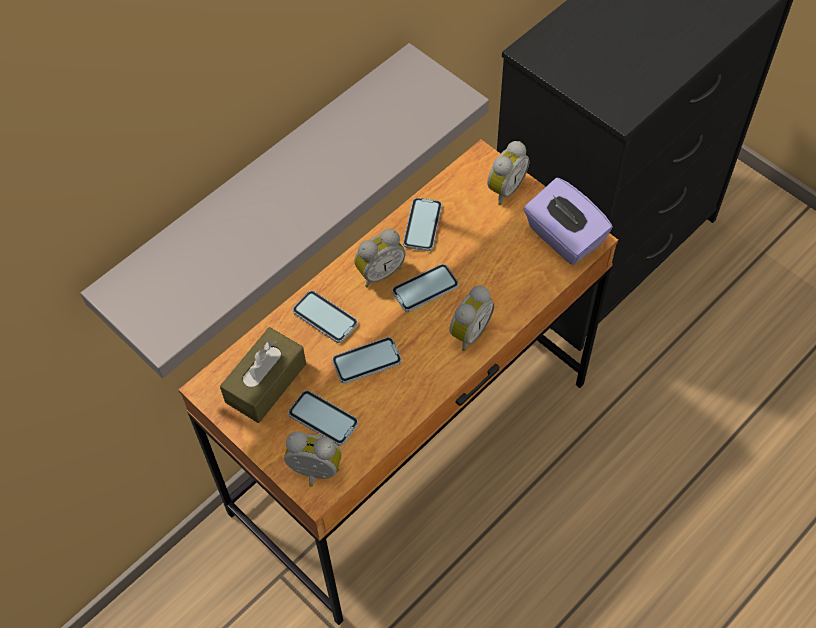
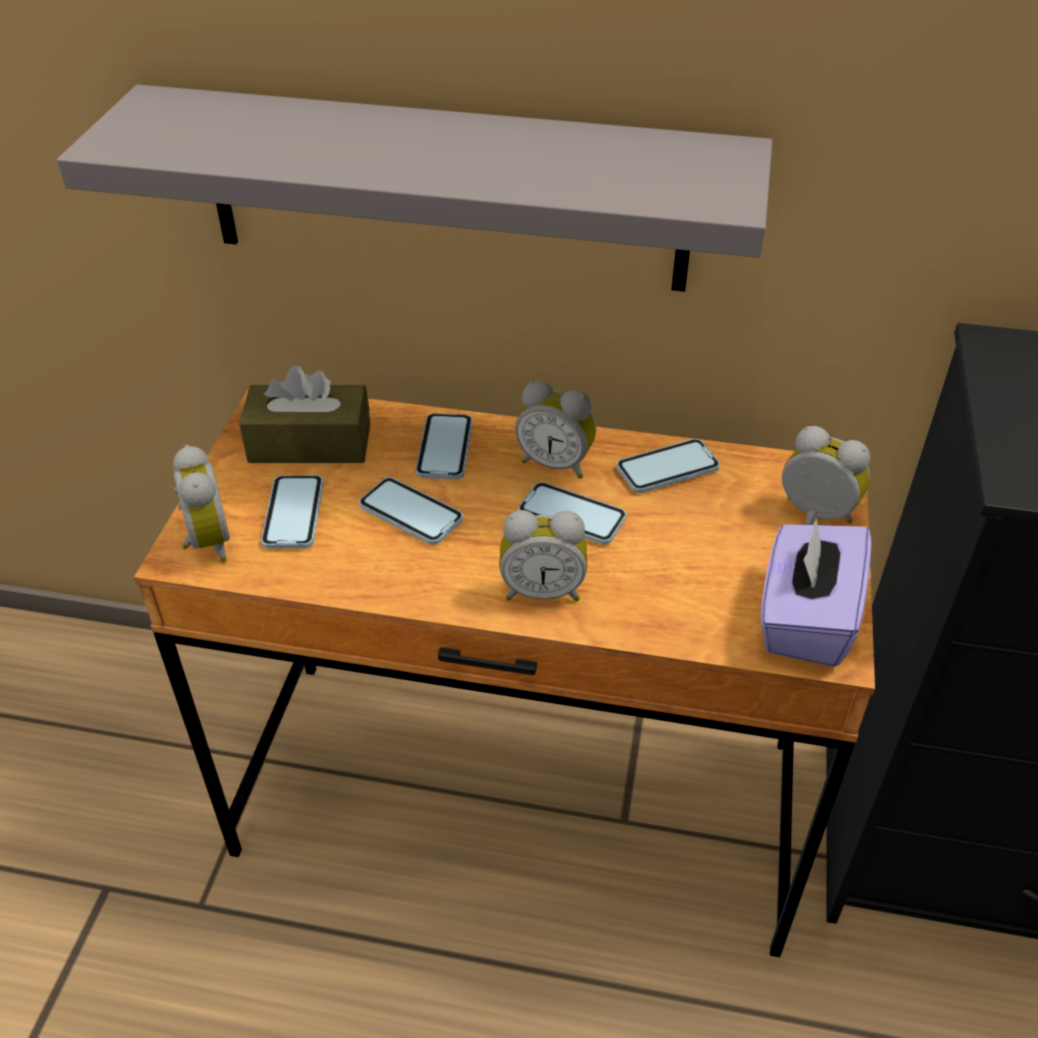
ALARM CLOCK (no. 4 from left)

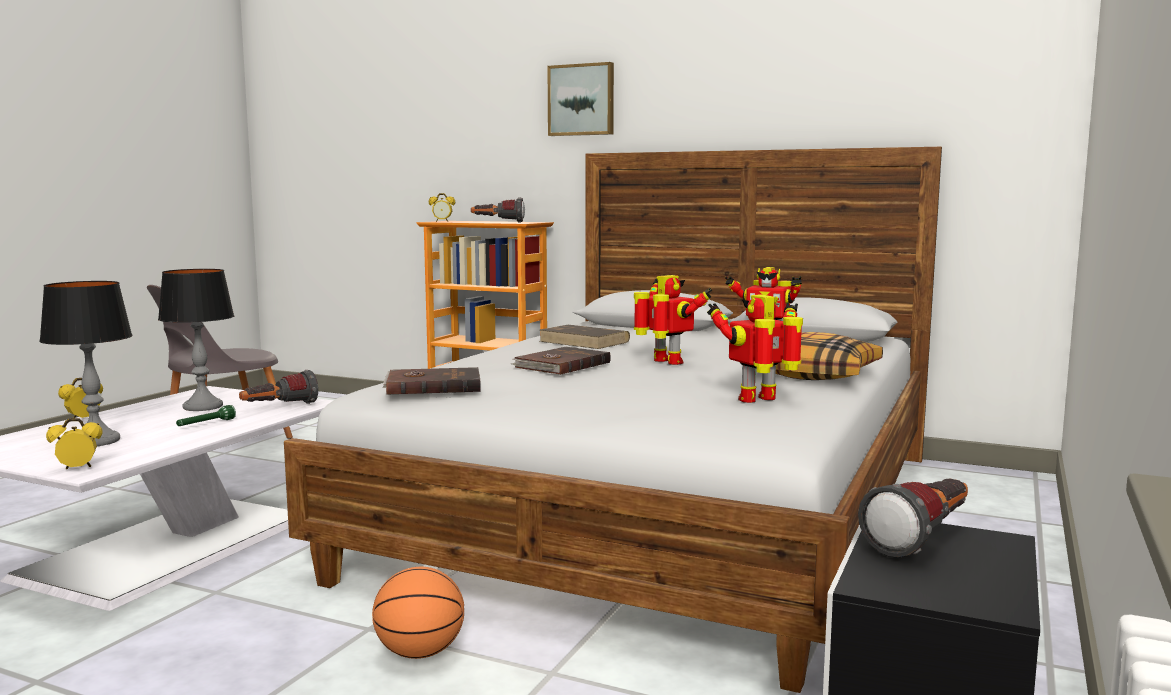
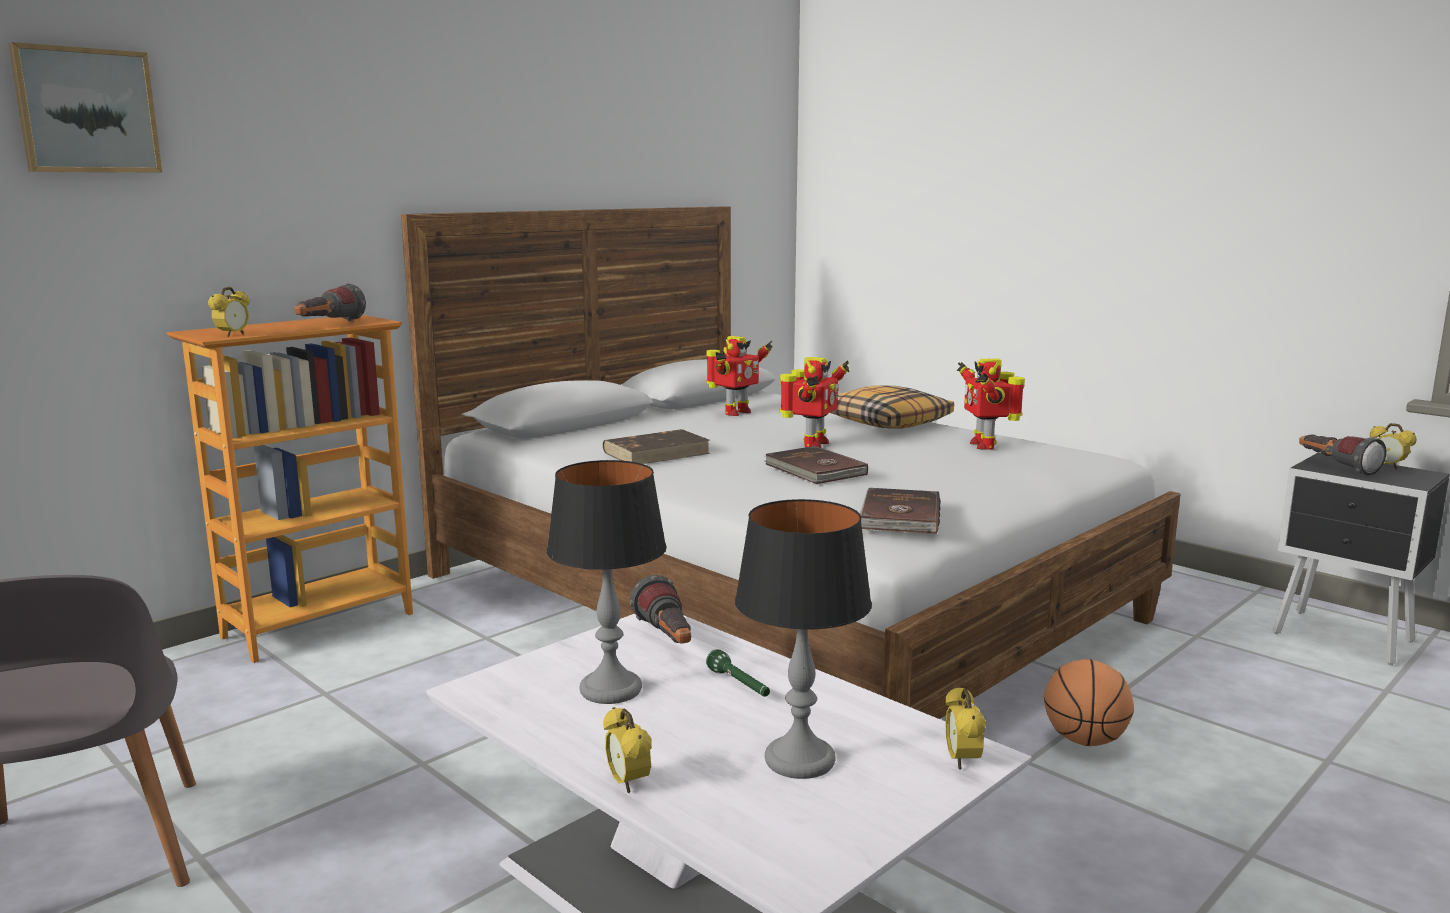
PICTURE
TOY ROBOT (no. 2 from left)
ALARM CLOCK (no. 4 from left)

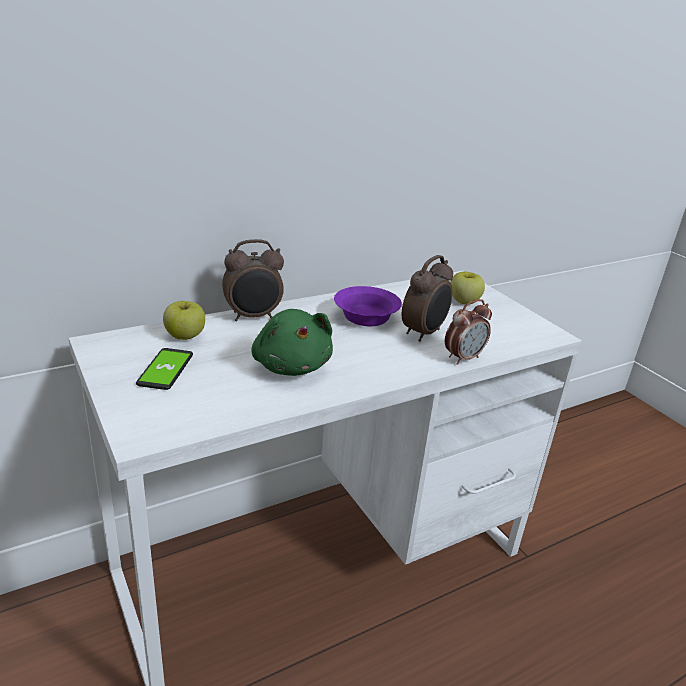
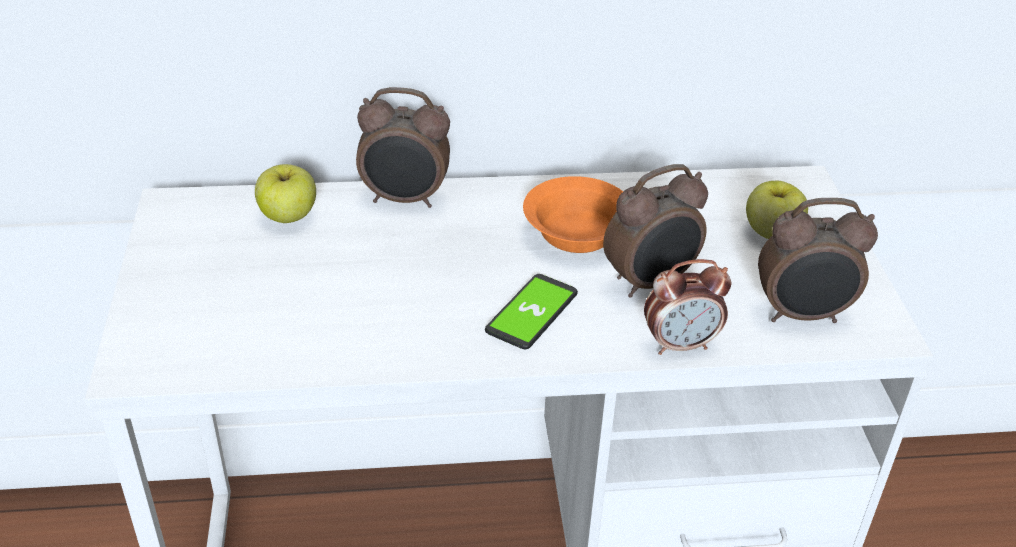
PHONE
ORANGE BOWL
ALARM CLOCK (no. 4 from left)
GREEN PLUSH TOY

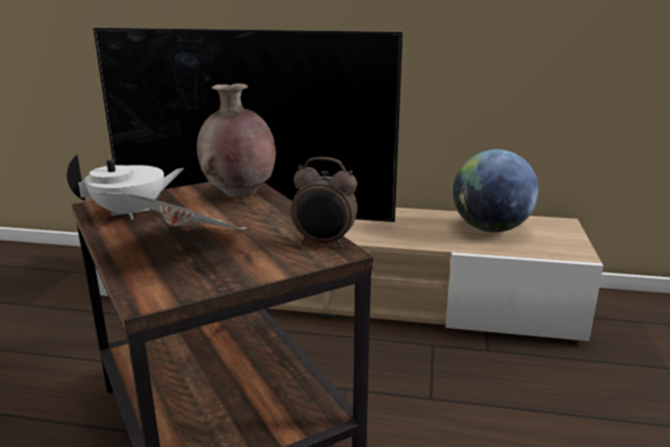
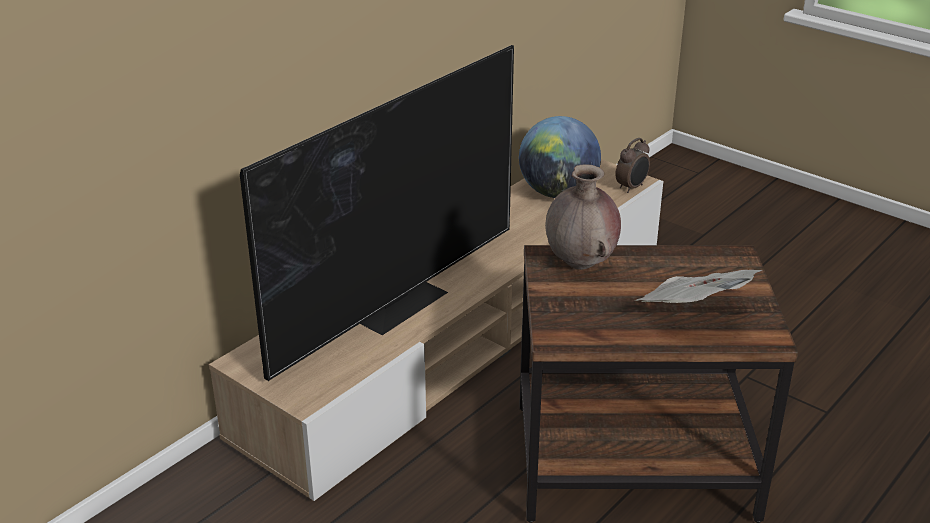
ALARM CLOCK
WHITE TEAPOT

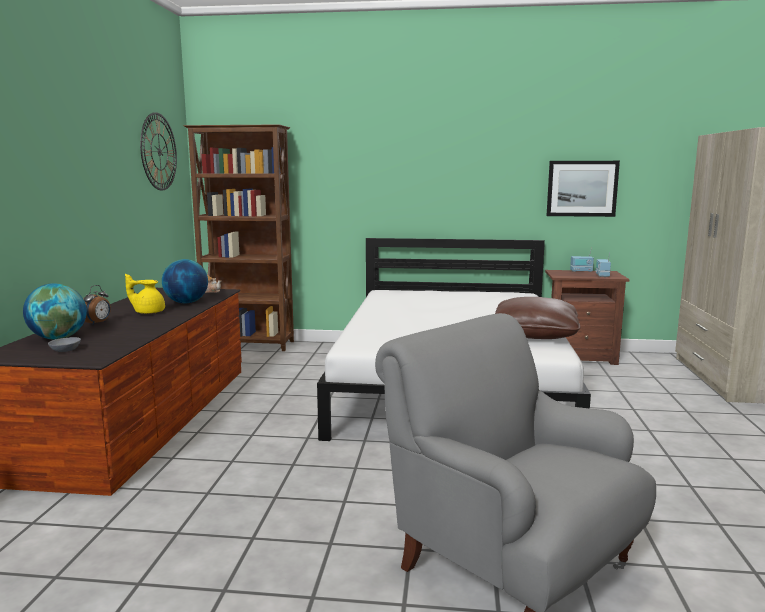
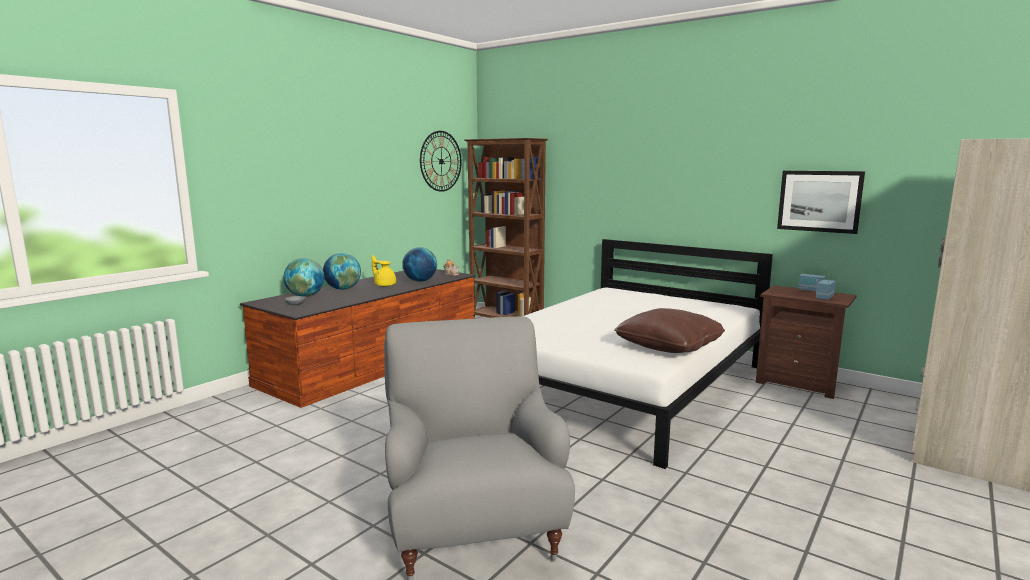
GLOBE (no. 2 from left)

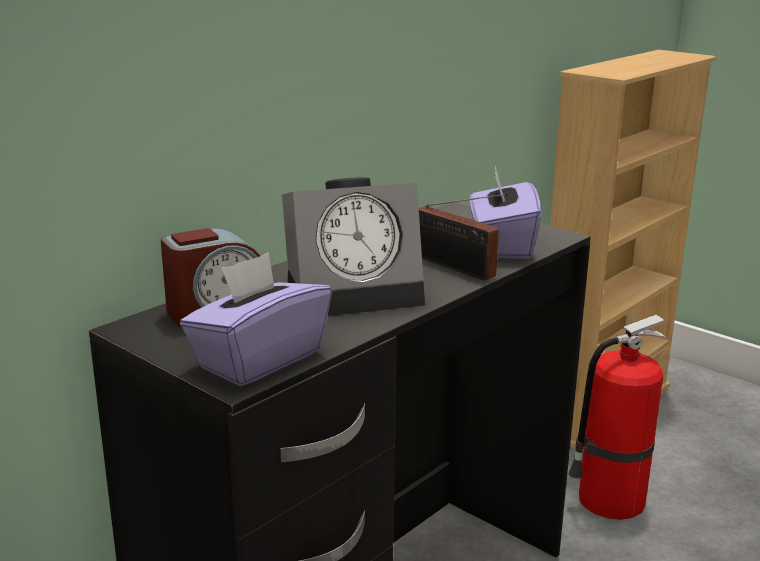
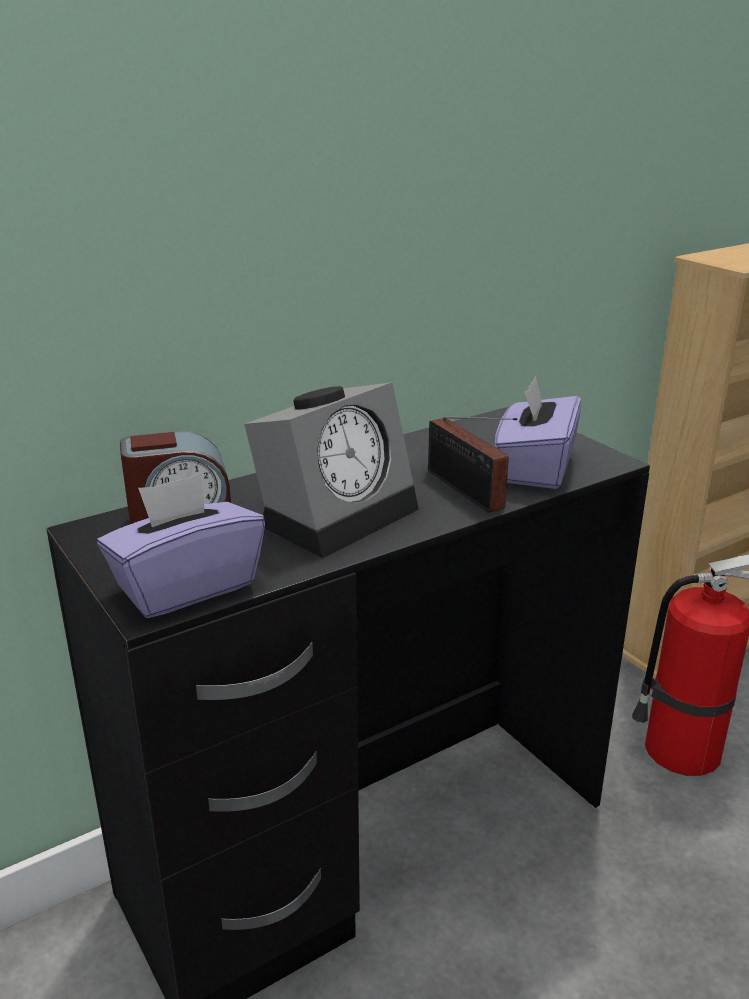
ALARM CLOCK (no. 2 from left)

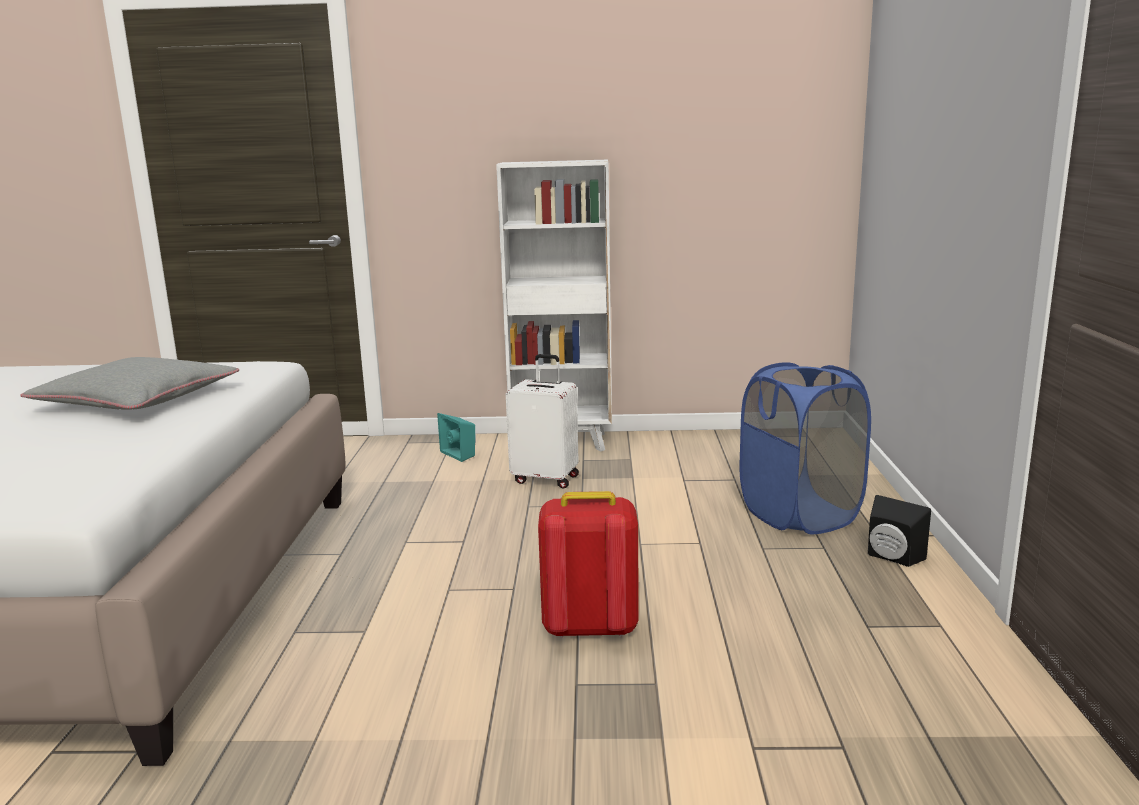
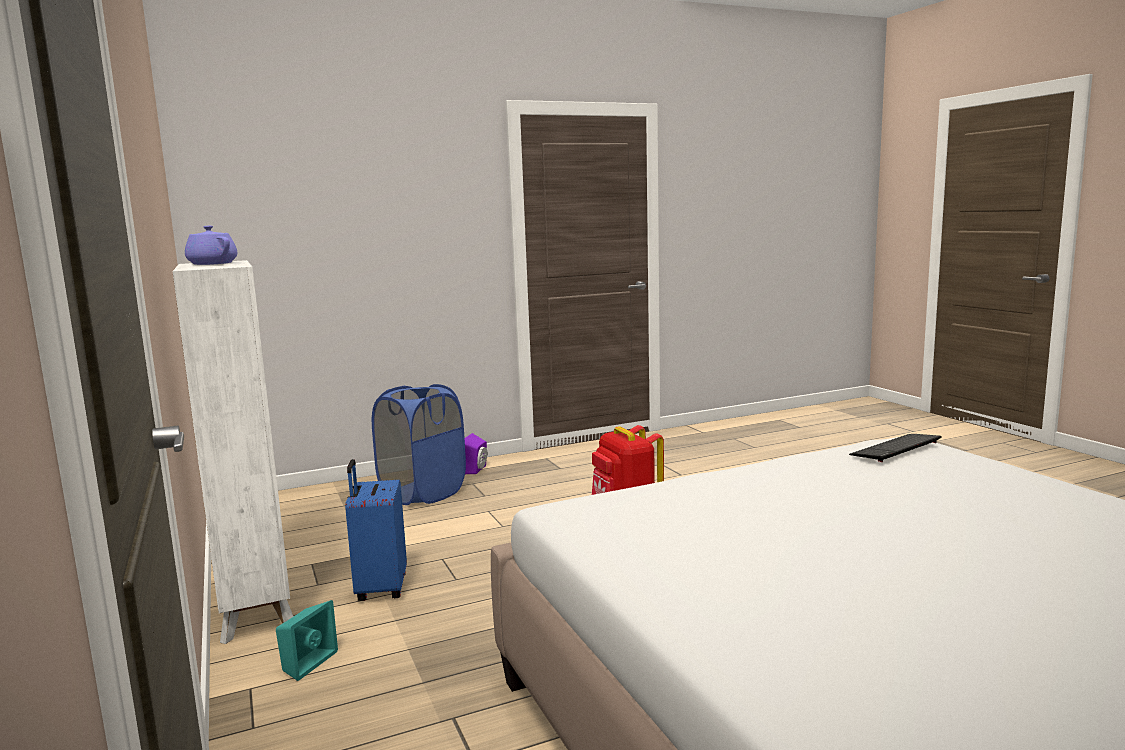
PURPLE TEAPOT
BLUE SUITCASE
PURPLE SPEAKER
KEYBOARD
GREY PILLOW

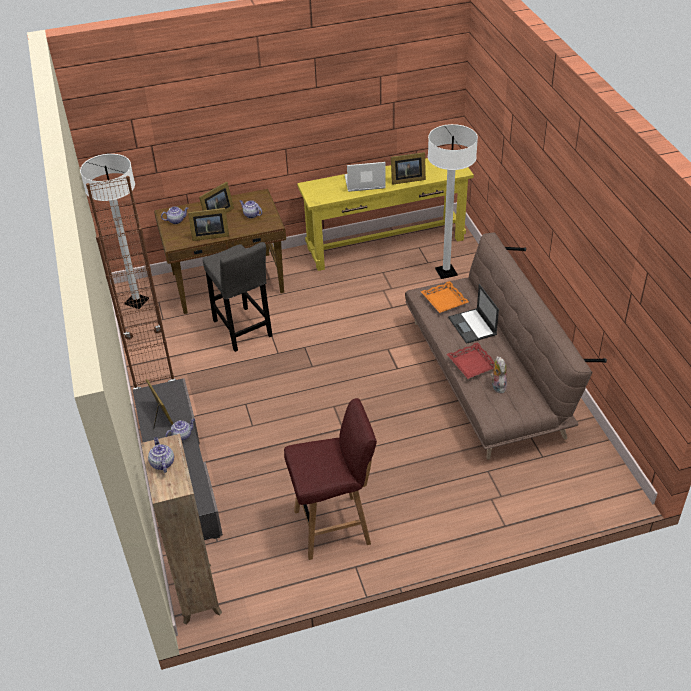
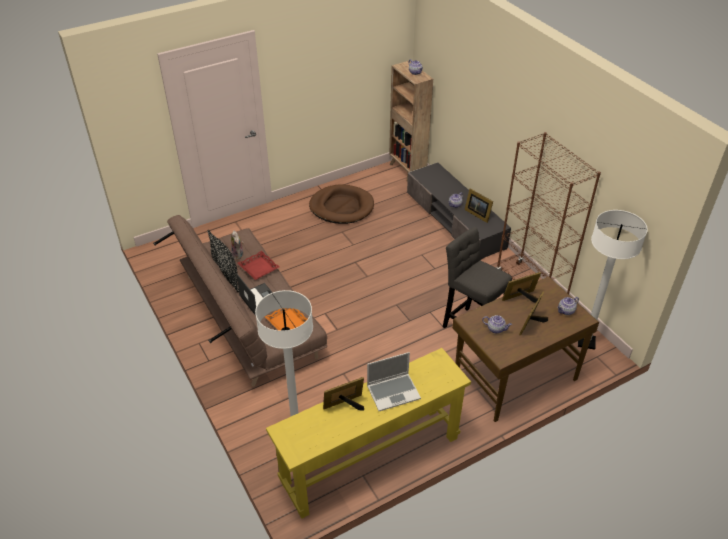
BLACK PILLOW
BROWN DOG BED

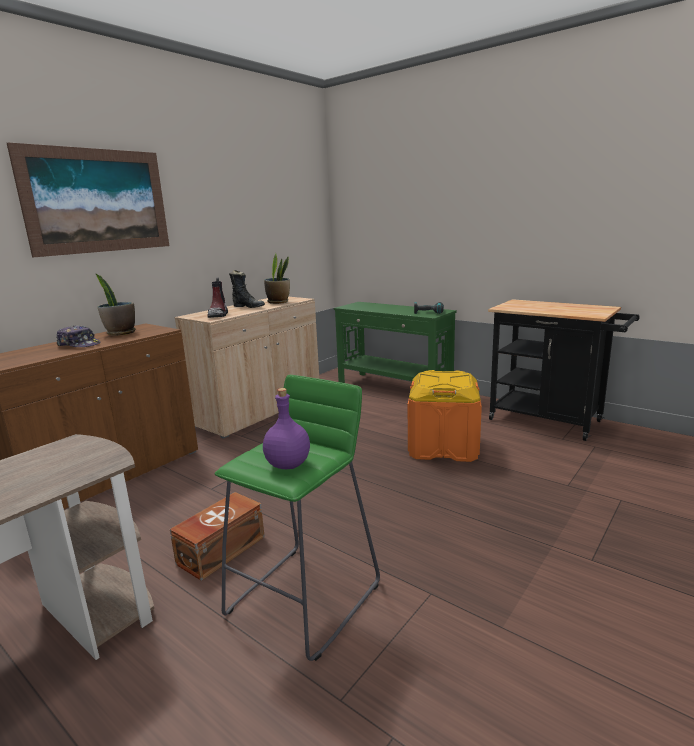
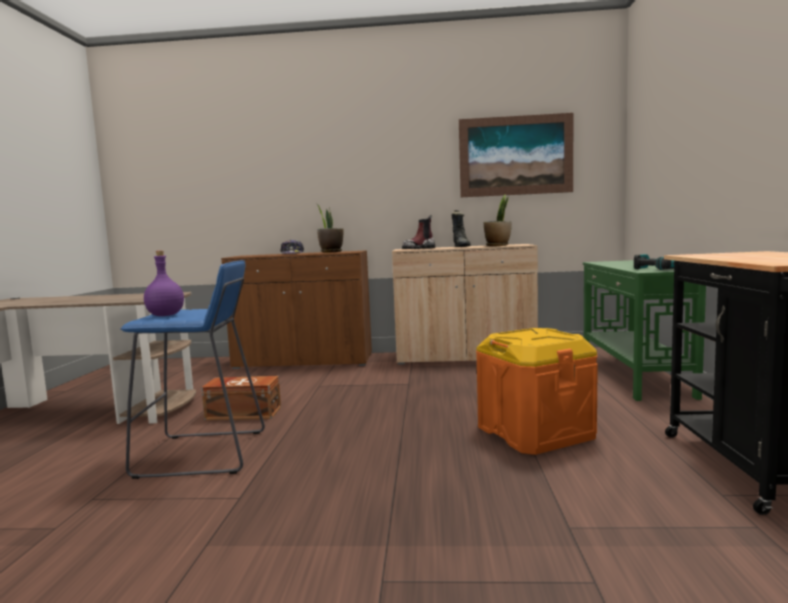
BLUE STOOL
PICTURE

